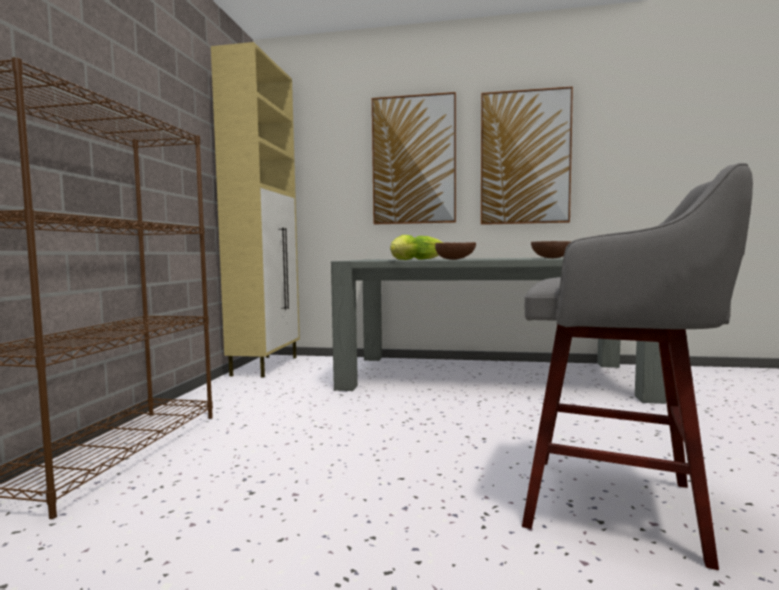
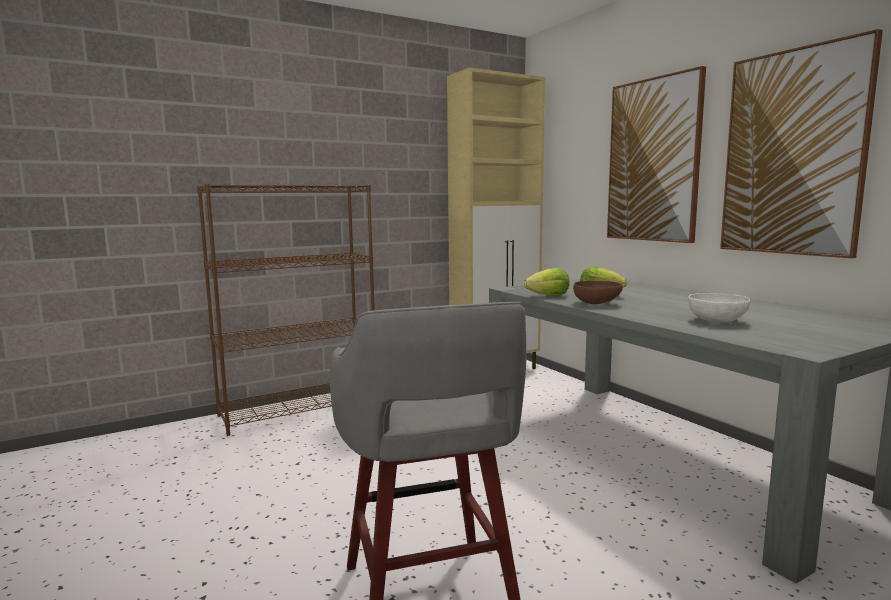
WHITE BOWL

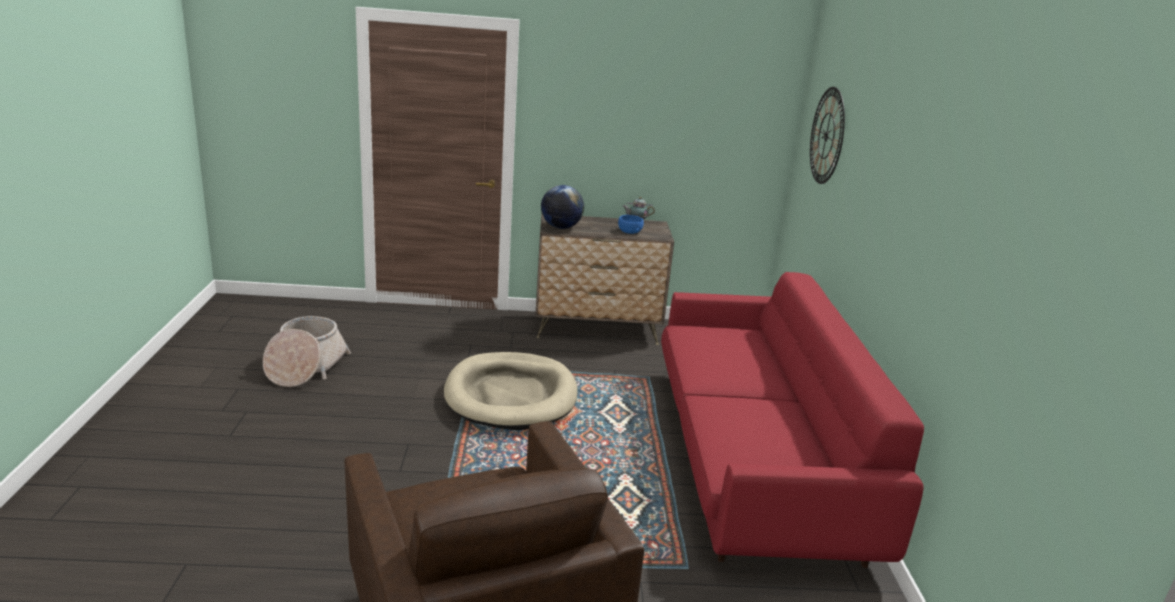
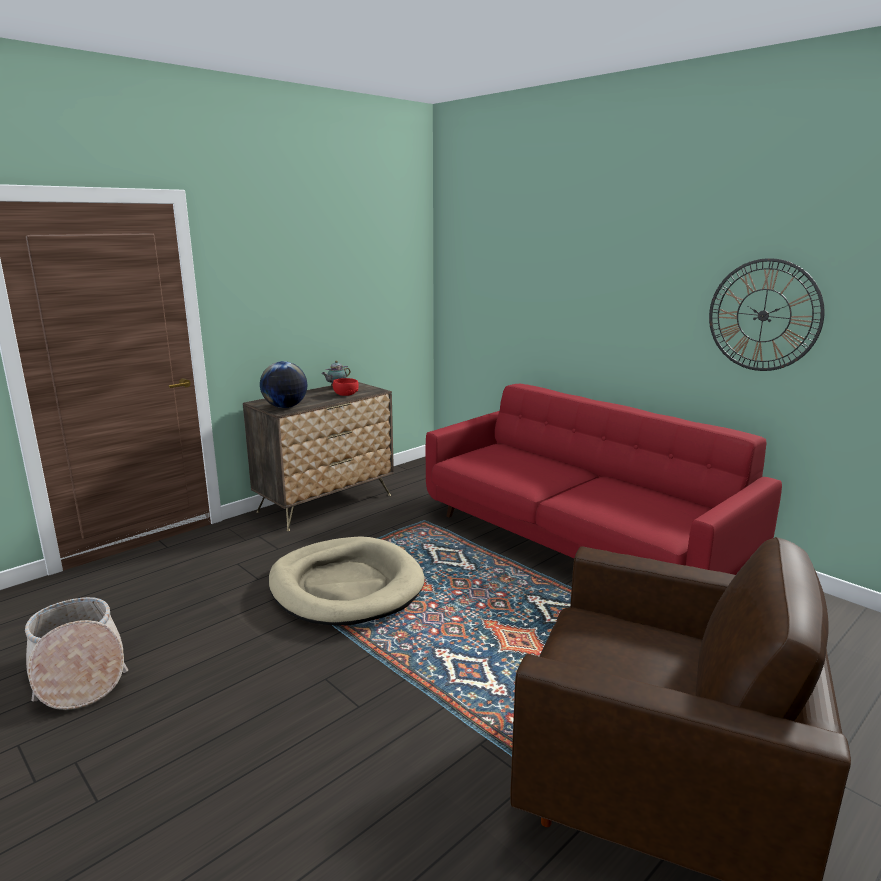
RED BOWL
WALL CLOCK

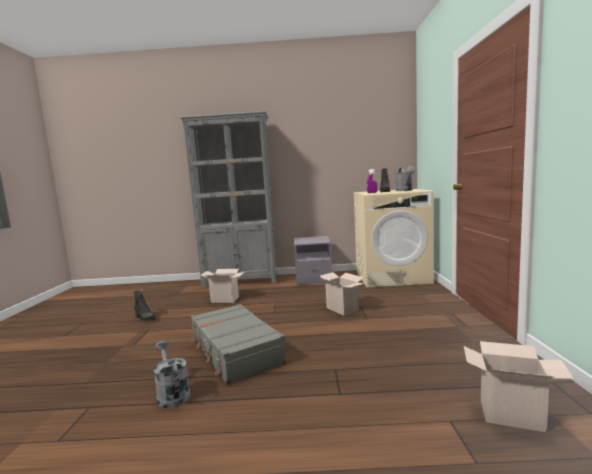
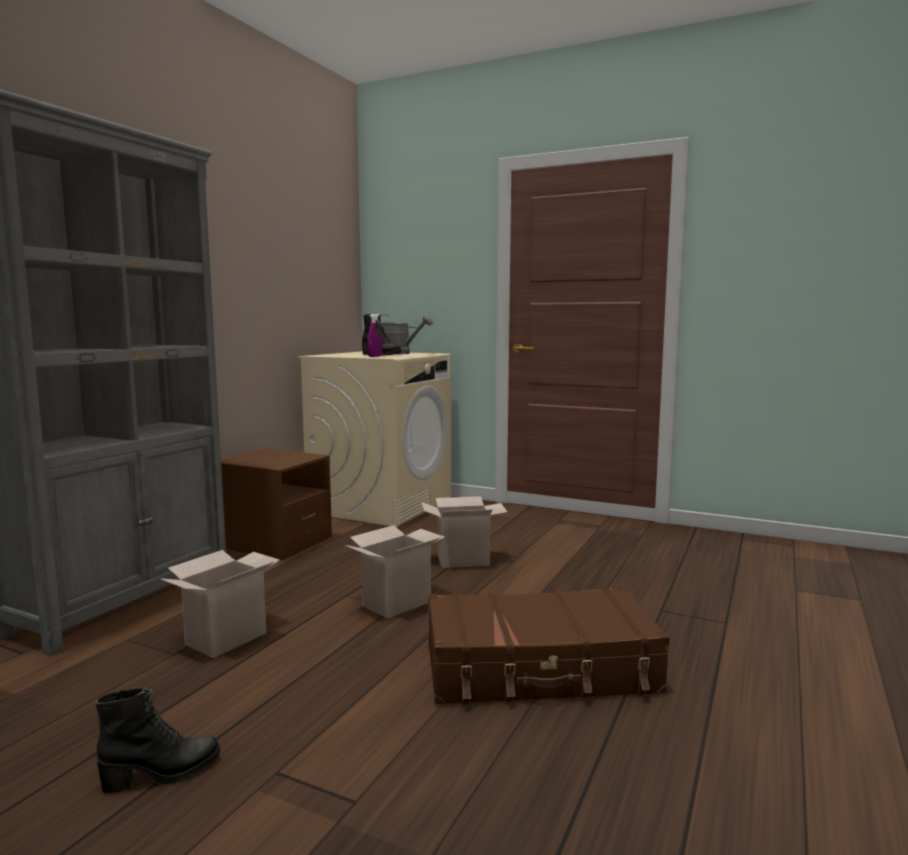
BROWN NIGHTSTAND
CARDBOARD BOX (no. 2 from left)
BROWN SUITCASE
GREY WATERING CAN (no. 1 from left in the first image)

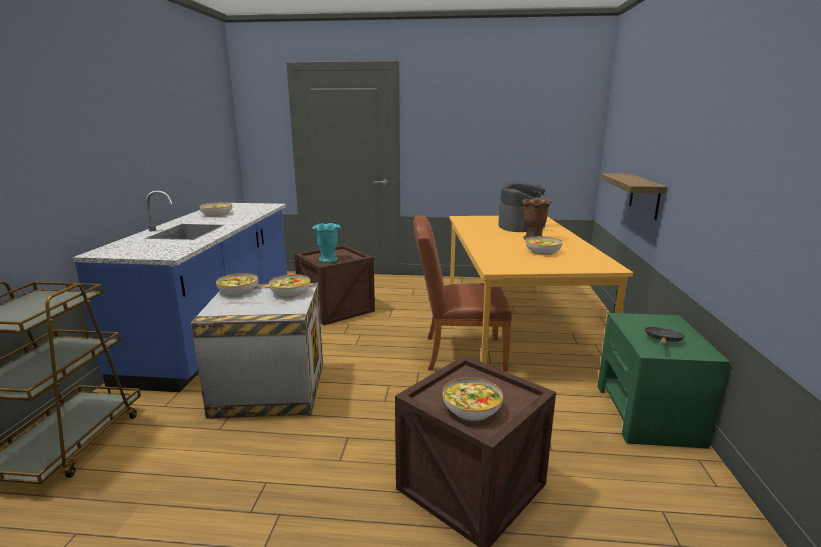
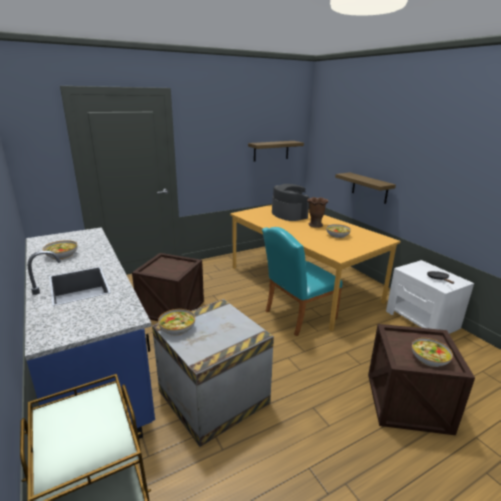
SHELF (no. 1 from left)
TURQUOISE CHAIR
WHITE NIGHTSTAND
BOWL (no. 3 from left in the first image)
TURQUOISE VASE

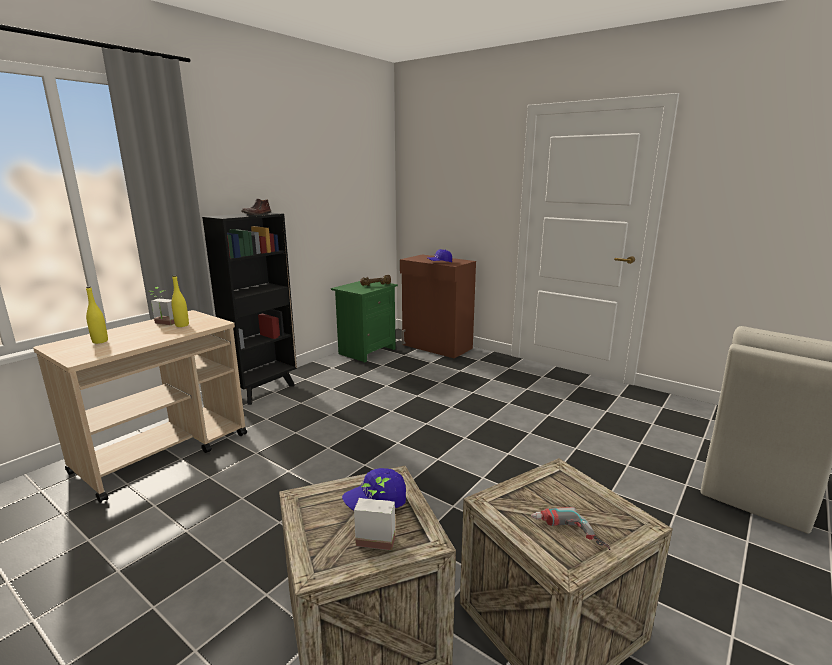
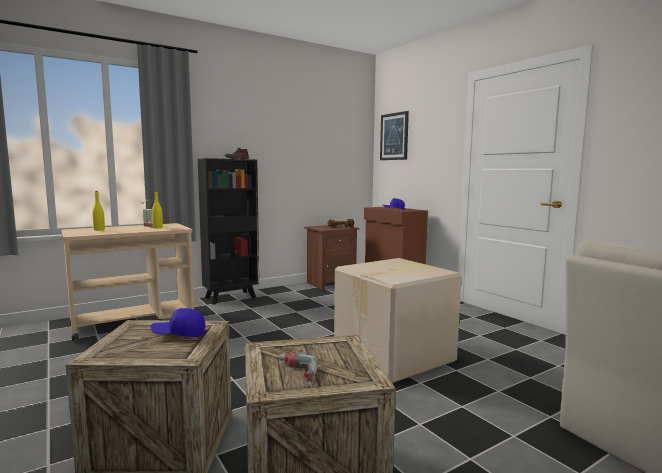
BROWN NIGHTSTAND
CARDBOARD BOX
PICTURE
POTTED PLANT (no. 2 from left in the first image)

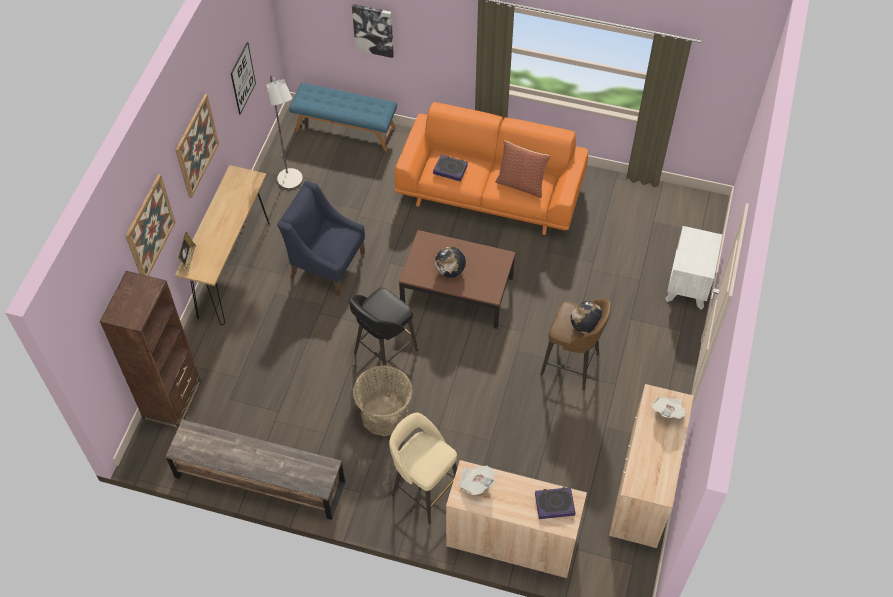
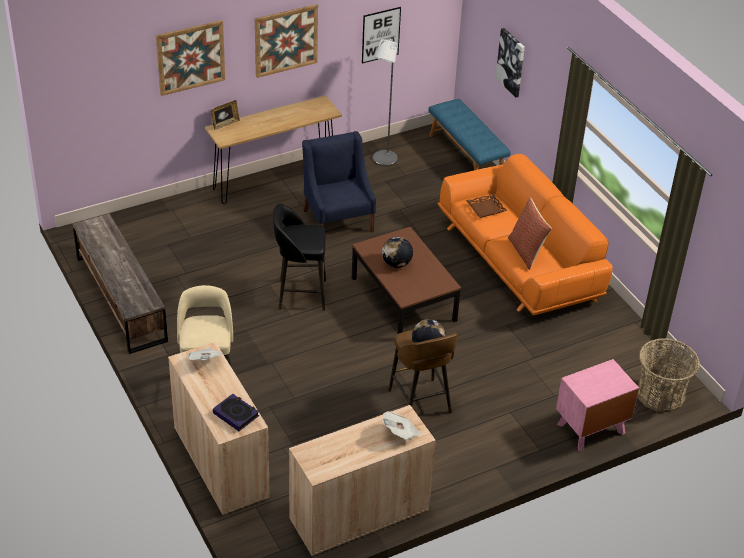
BROWN TRAY
PINK NIGHTSTAND
BASKET
BROWN BOOKCASE

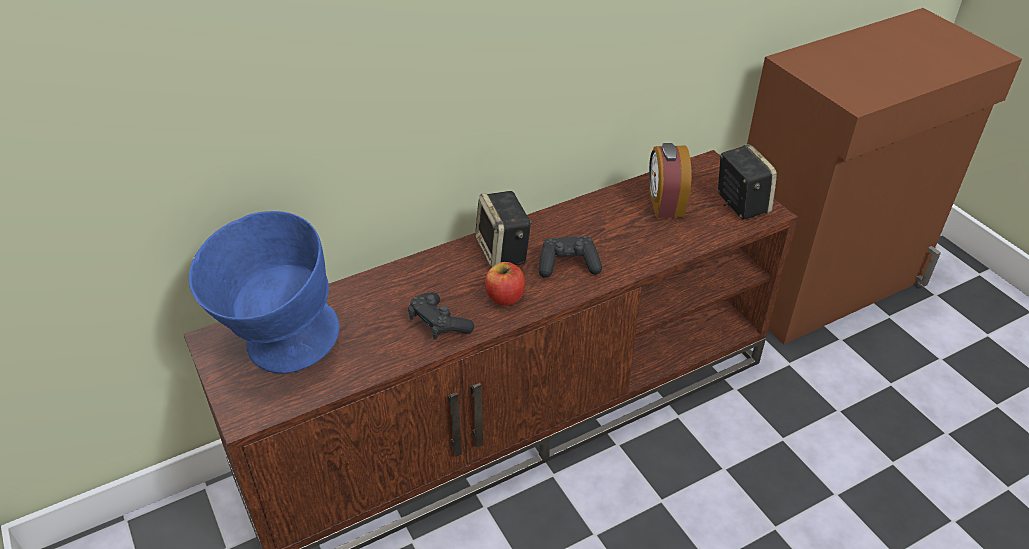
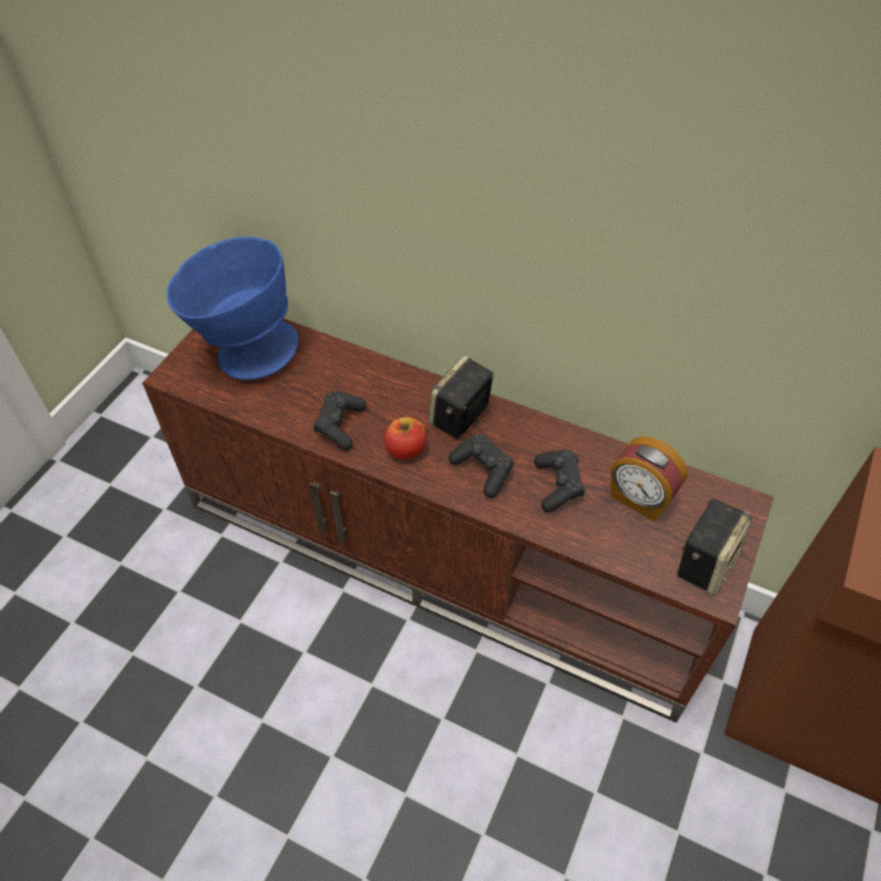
BLACK GAME CONTROLLER (no. 3 from left)
ALARM CLOCK

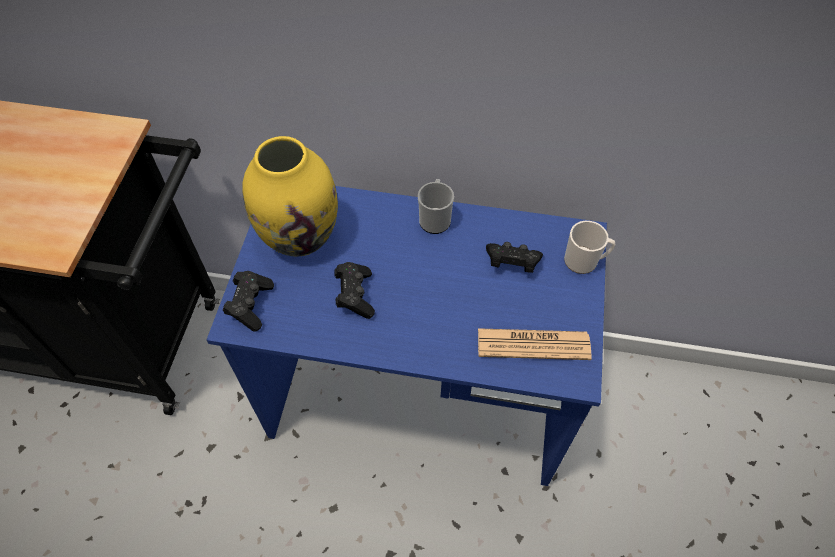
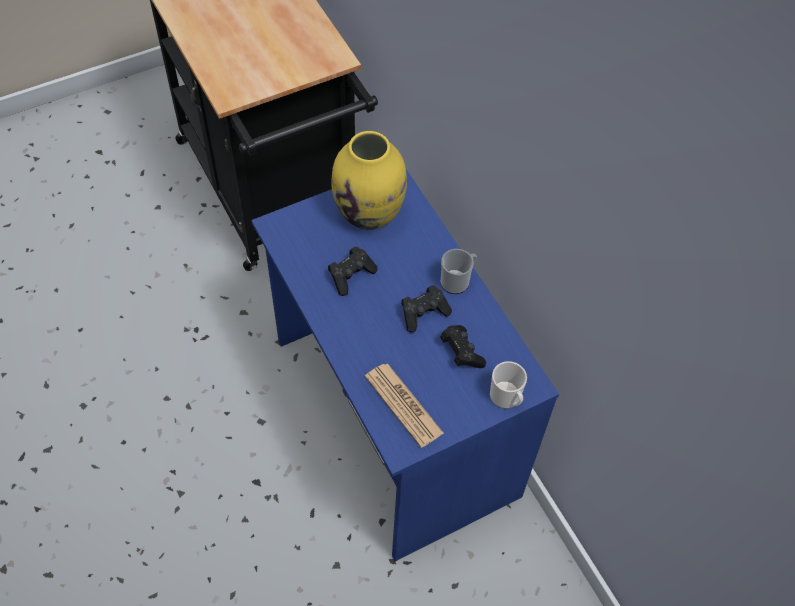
BLACK GAME CONTROLLER (no. 2 from left)

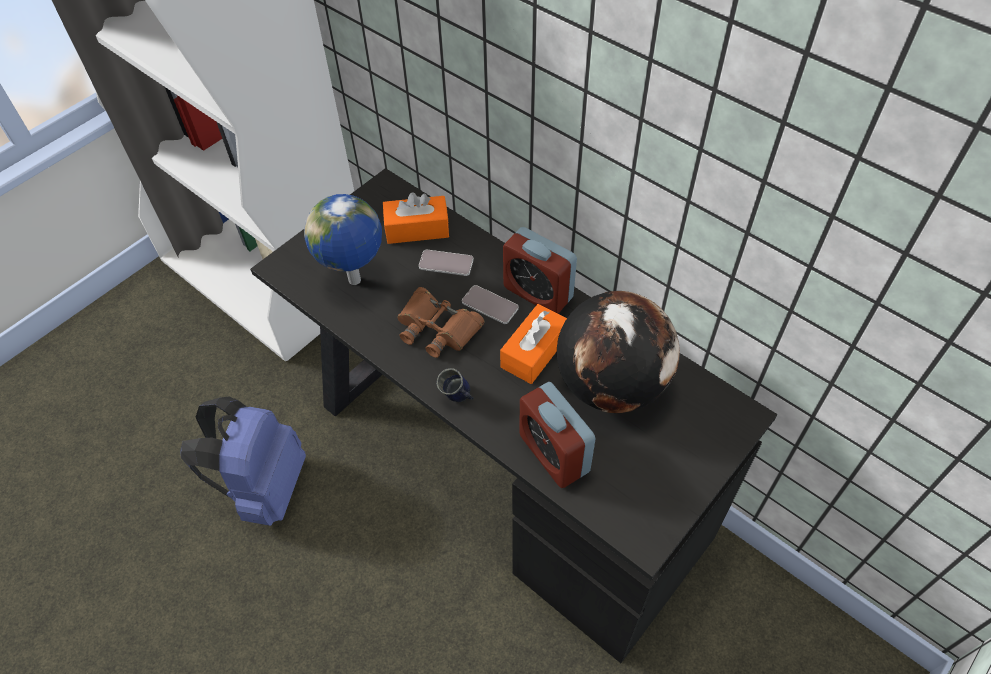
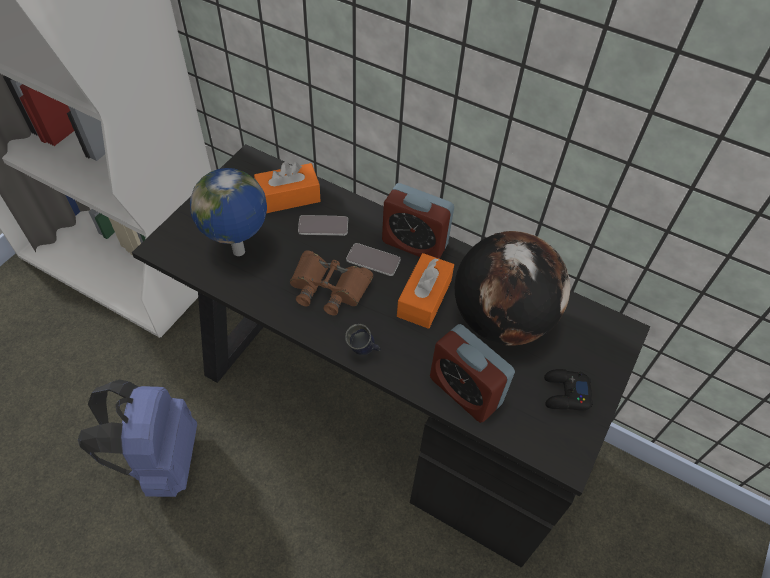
BLACK GAME CONTROLLER

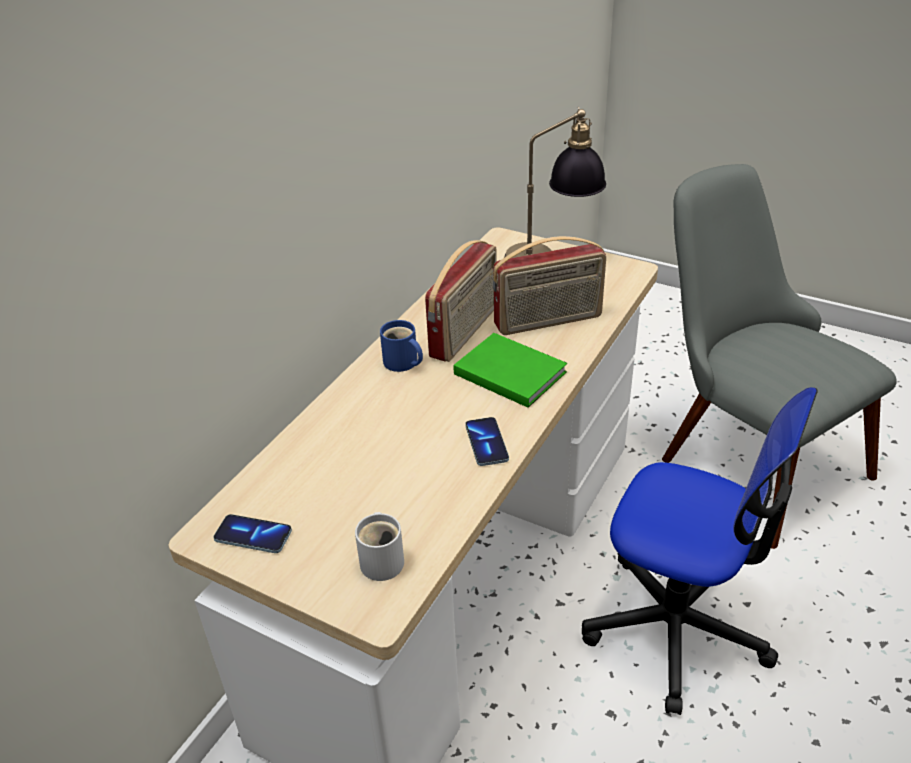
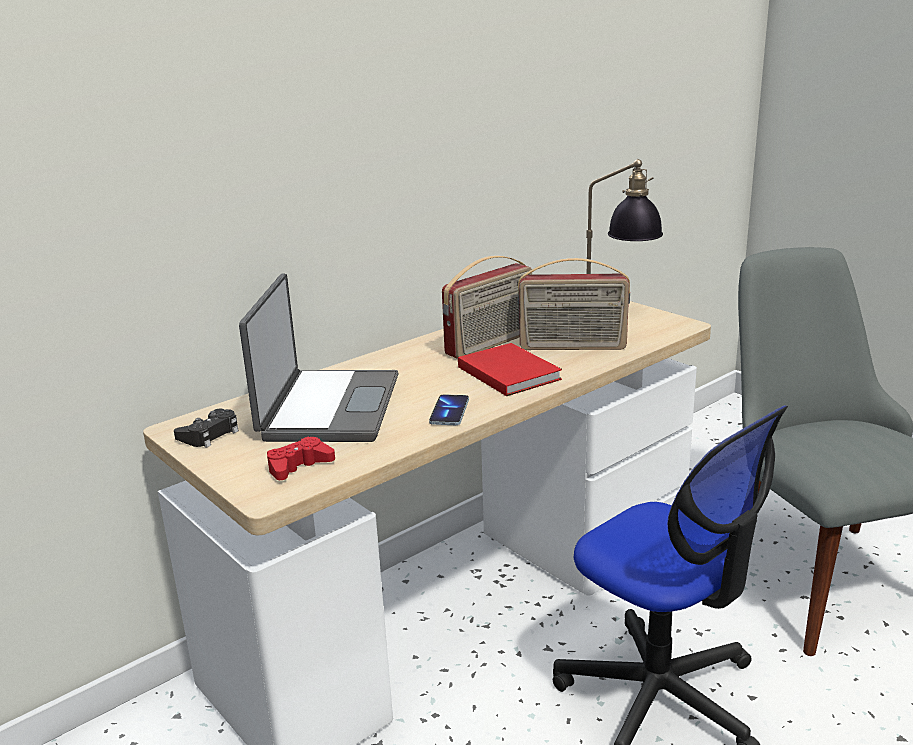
BLACK GAME CONTROLLER
LAPTOP
RED GAME CONTROLLER
RED BOOK
BLUE MUG

